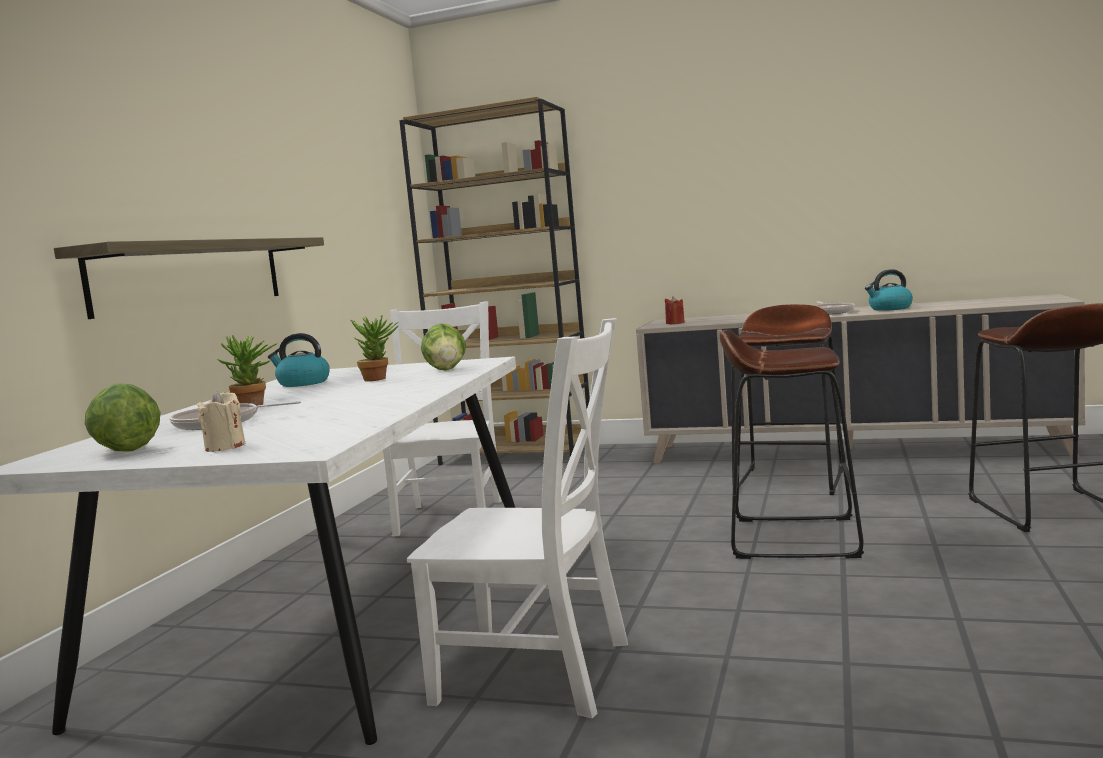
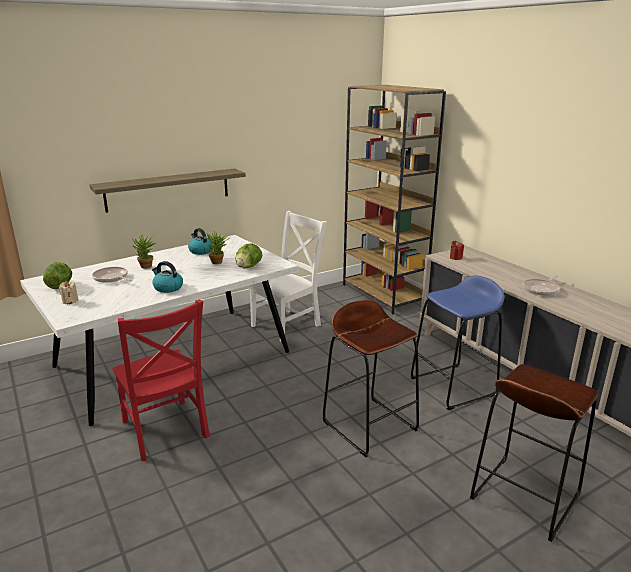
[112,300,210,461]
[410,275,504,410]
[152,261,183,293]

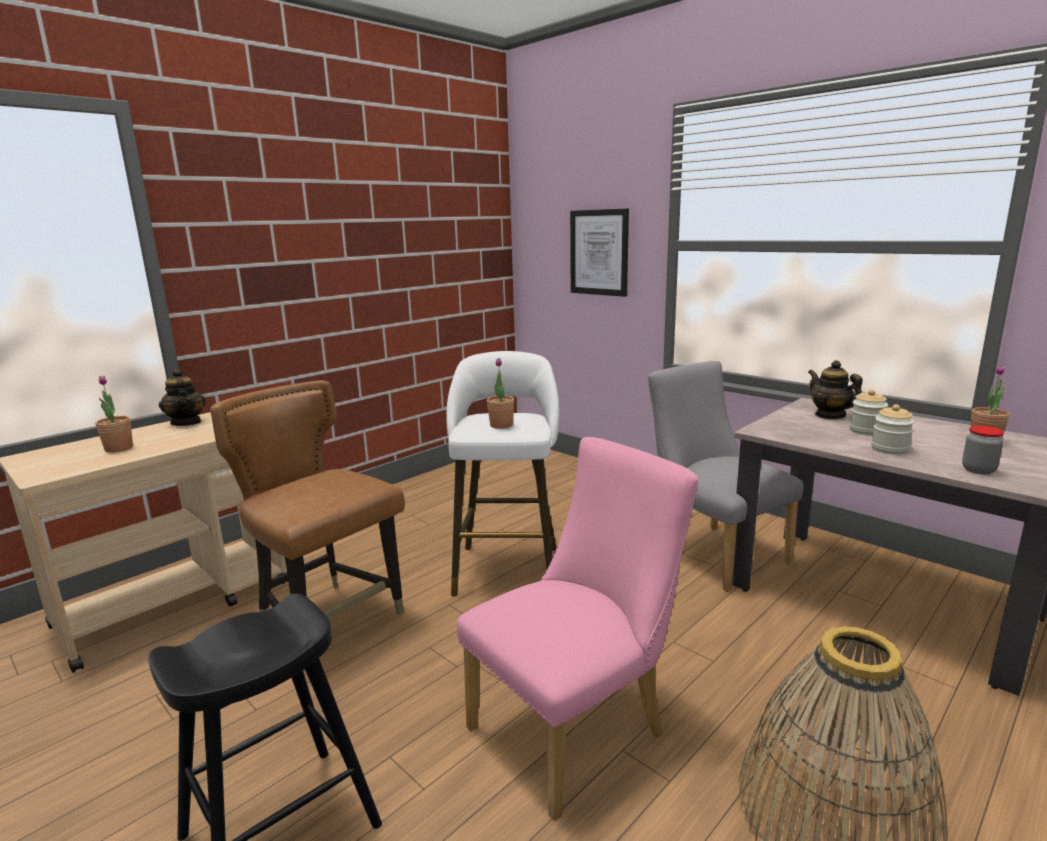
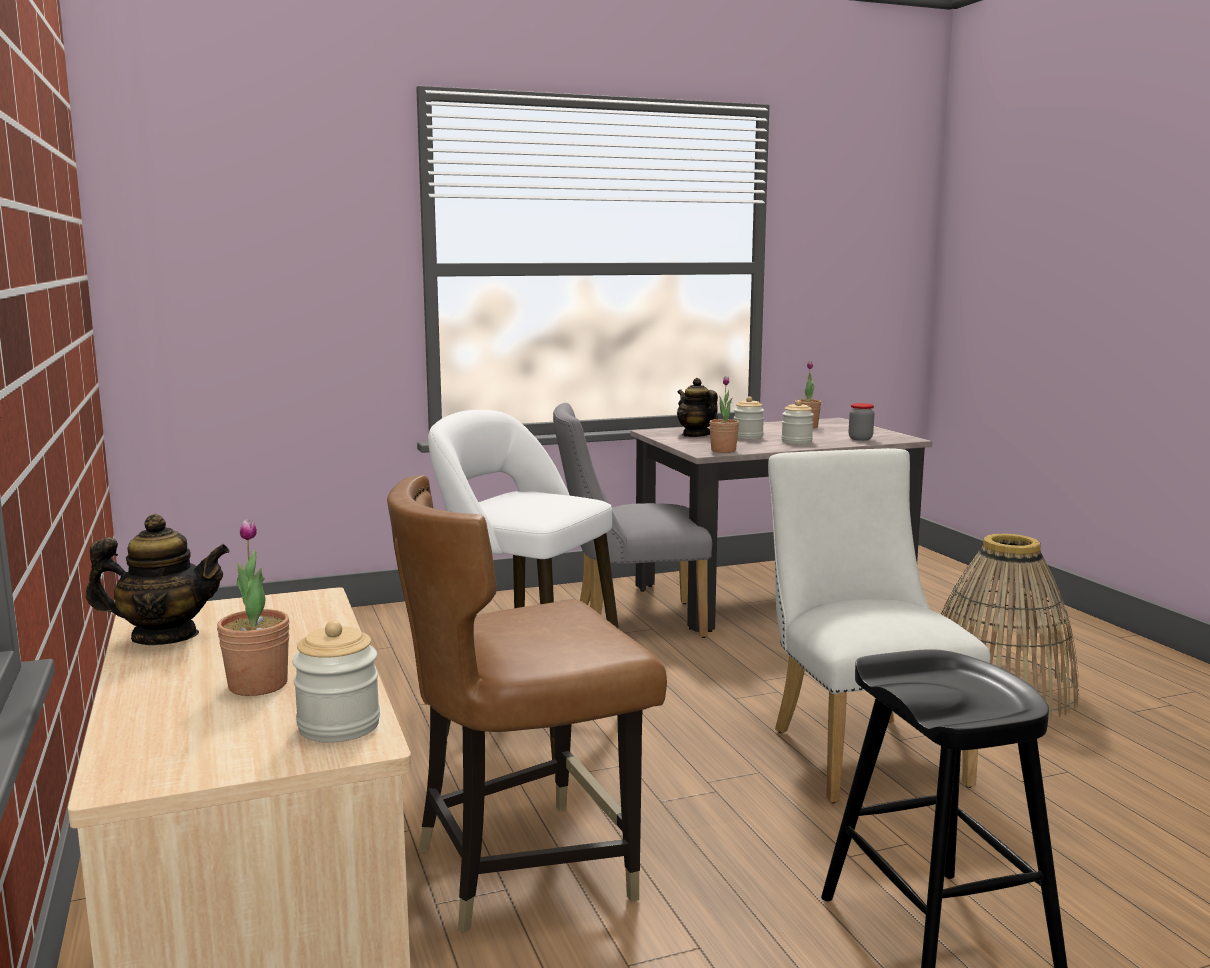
[768,448,991,803]
[709,376,739,453]
[570,209,629,297] (first image)
[677,378,718,437]
[292,621,380,743]

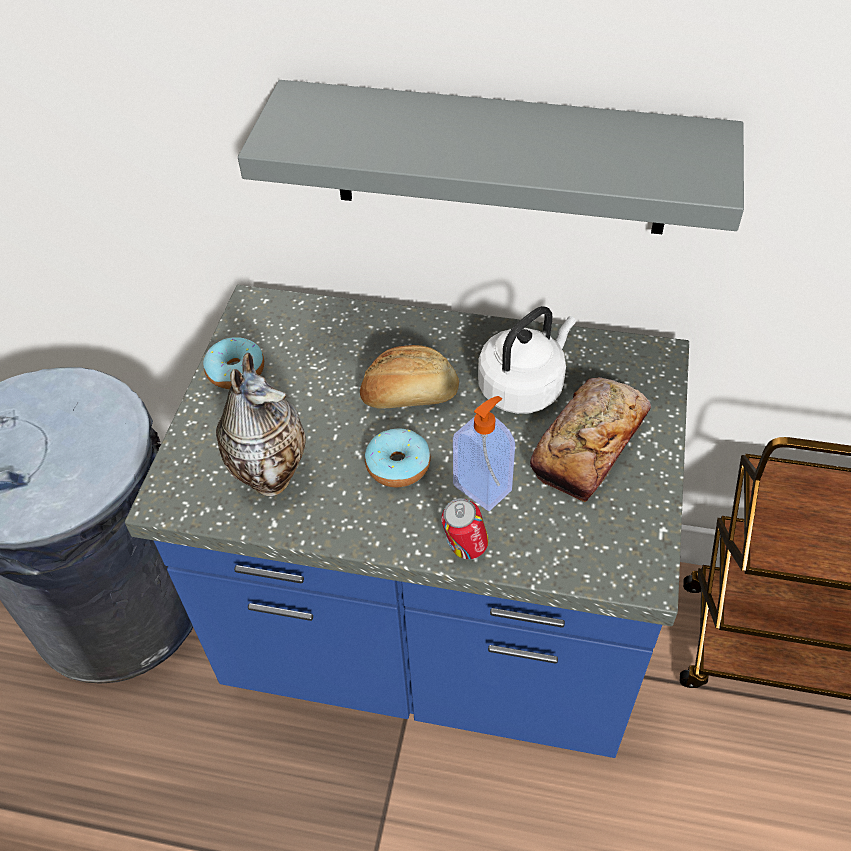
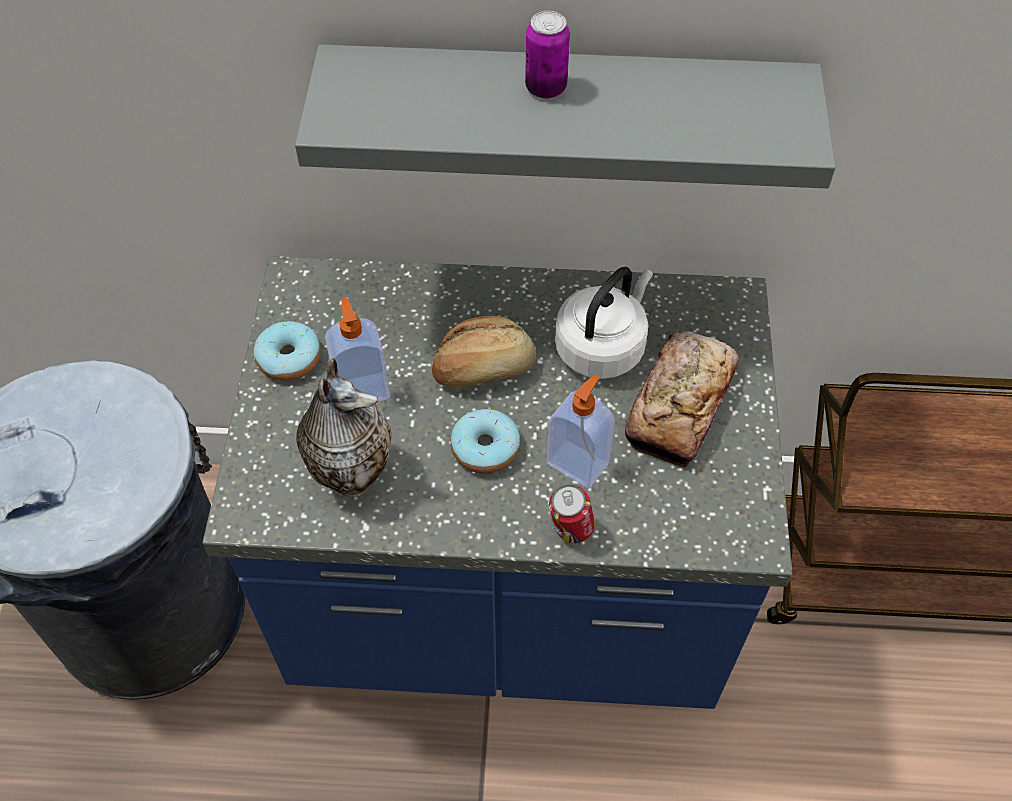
[325,297,390,402]
[525,11,570,99]

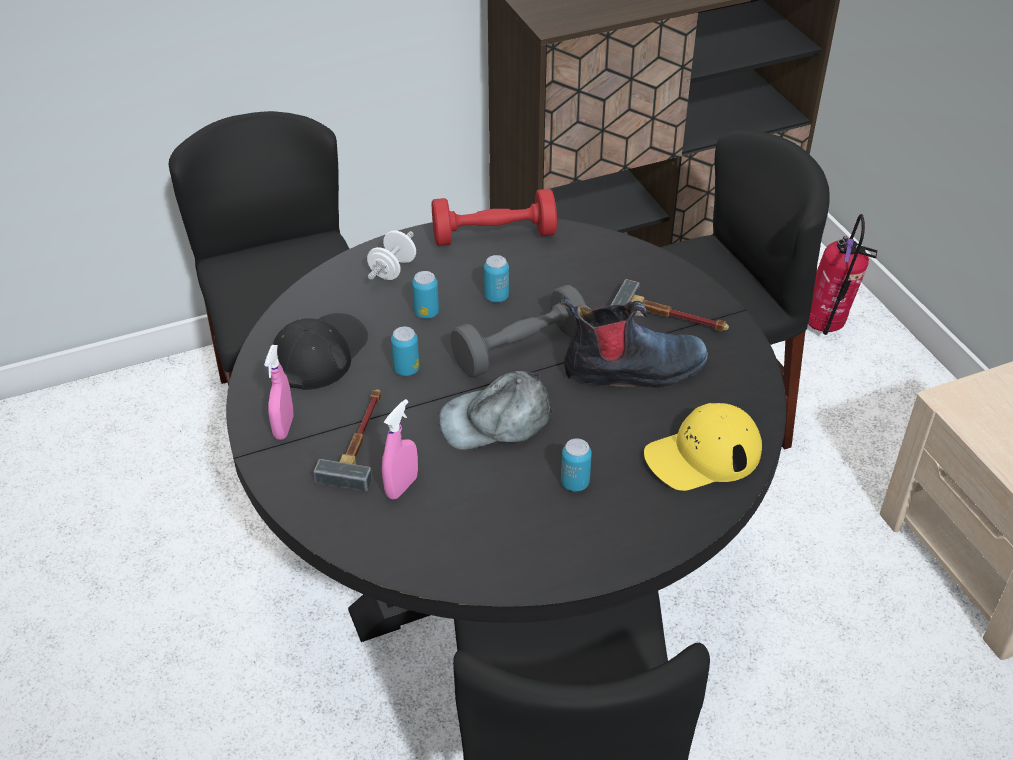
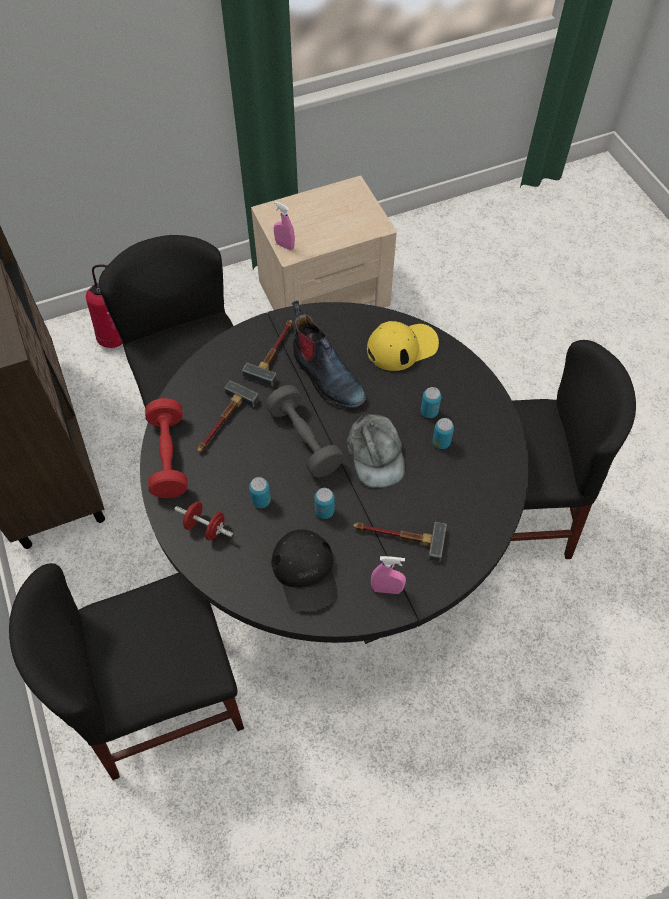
[272,529,338,612]
[175,502,233,540]
[274,201,295,250]
[433,418,454,449]
[292,300,367,409]
[367,321,439,371]
[198,381,259,452]

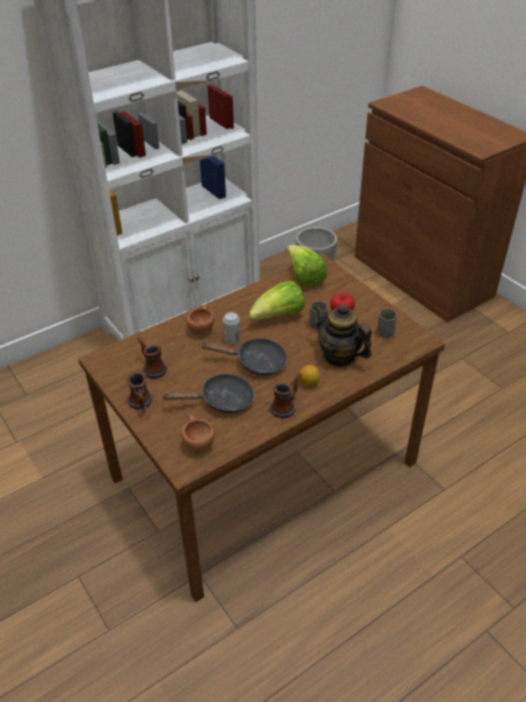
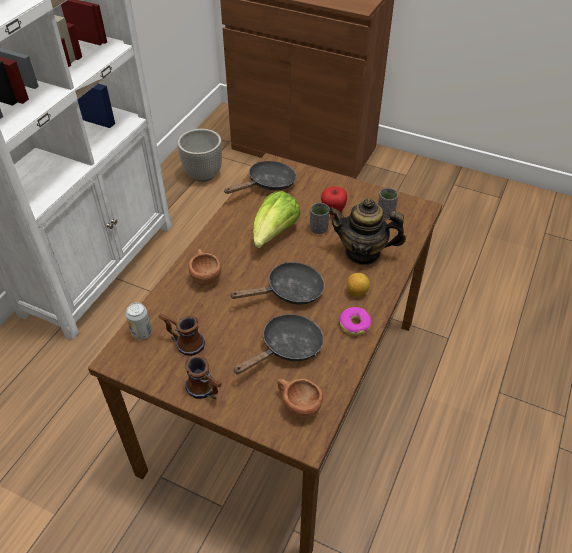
[126,302,152,340]
[339,307,372,336]
[224,161,296,194]

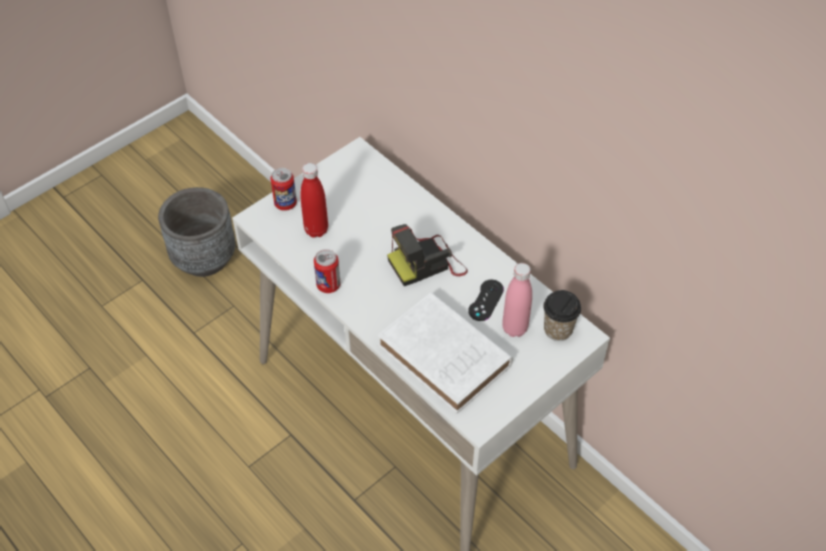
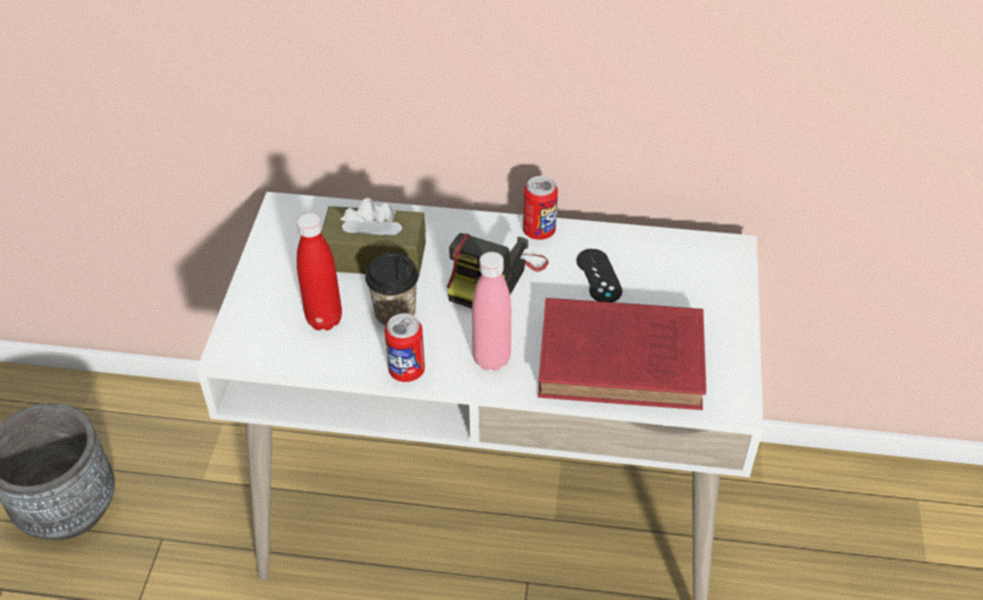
[523,176,558,240]
[538,298,706,410]
[472,252,511,371]
[365,252,419,326]
[321,198,426,275]

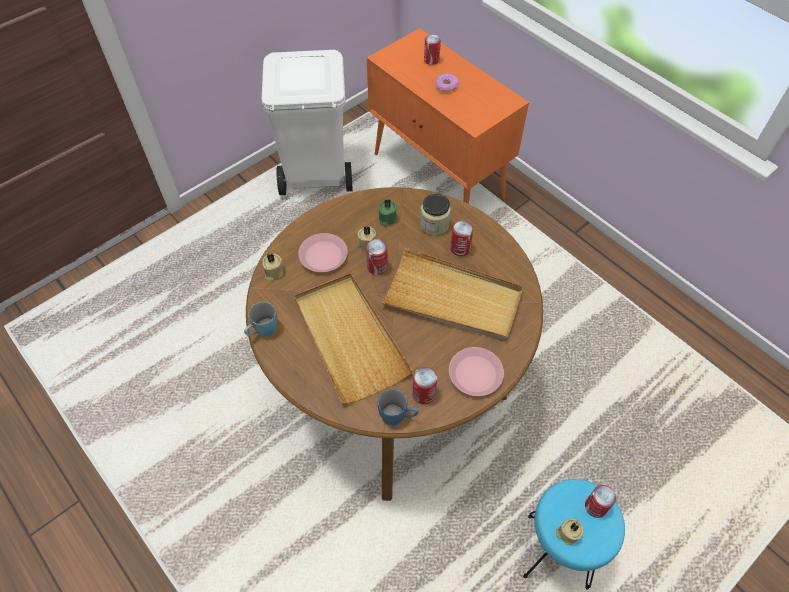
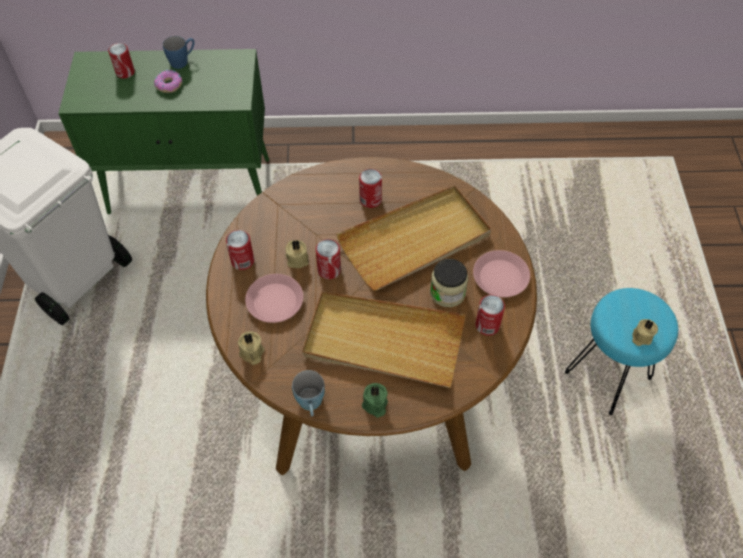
[58,49,269,214]
[163,36,194,69]
[362,383,388,418]
[430,259,468,307]
[226,230,254,270]

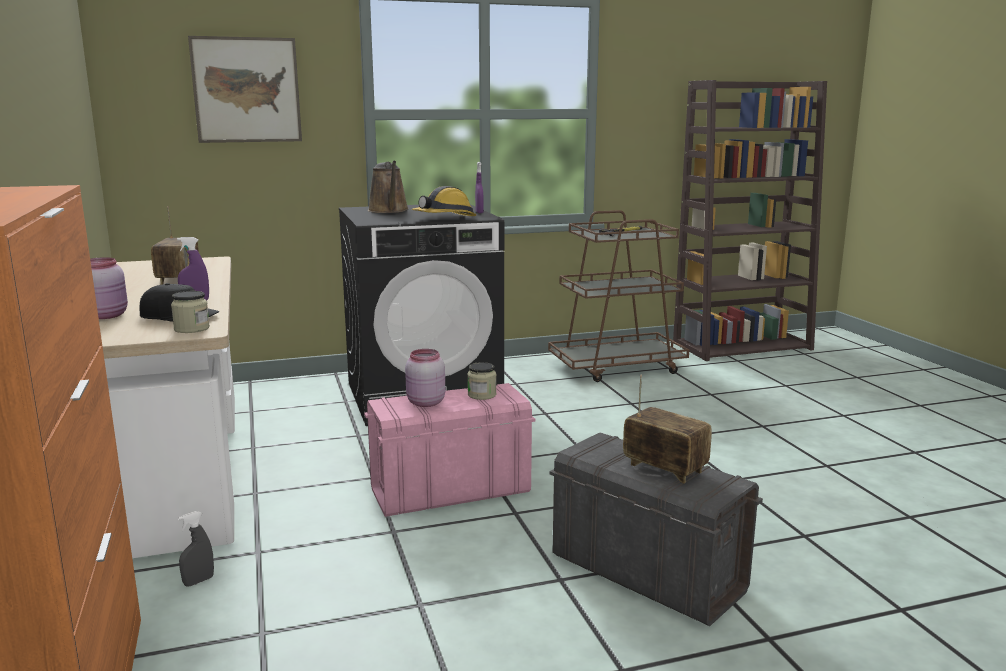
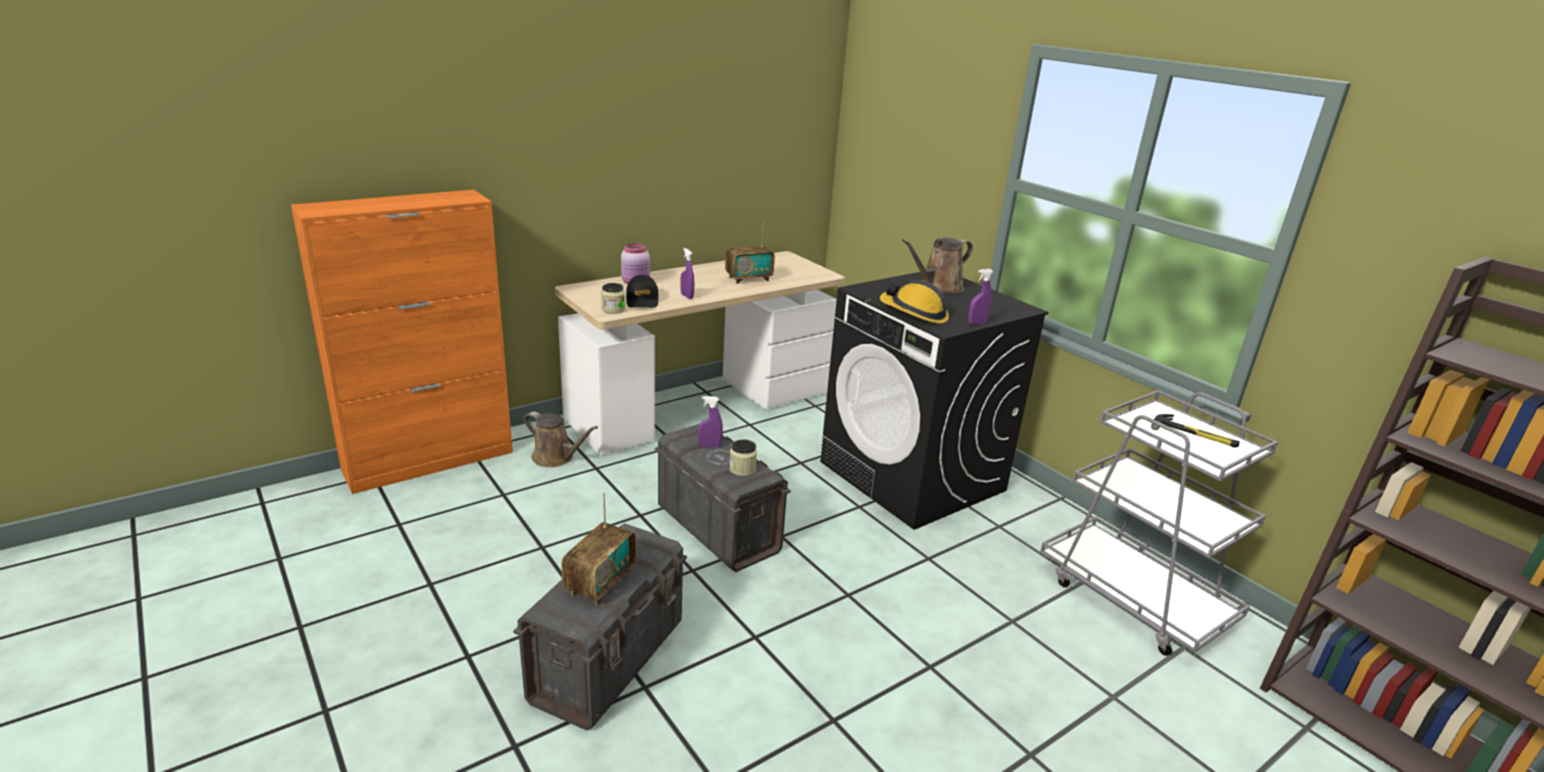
[524,412,598,467]
[188,36,302,143] (first image)
[655,424,791,572]
[698,396,723,448]
[1040,390,1278,656]

